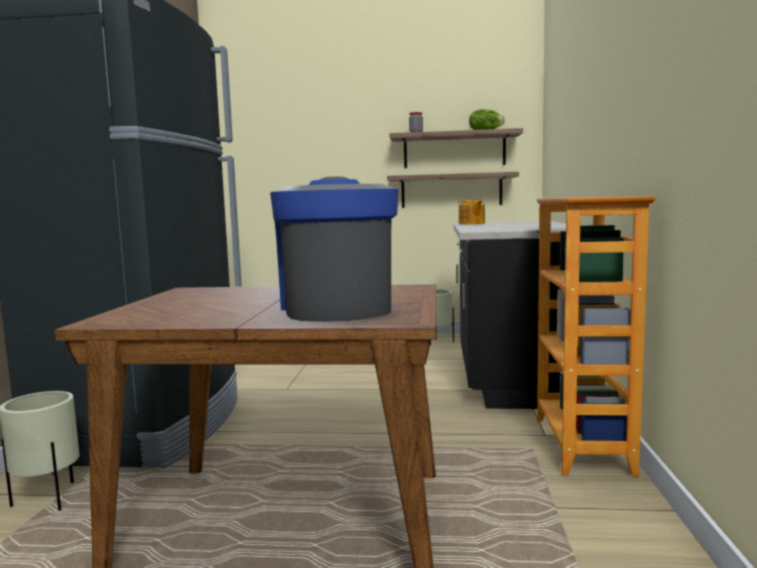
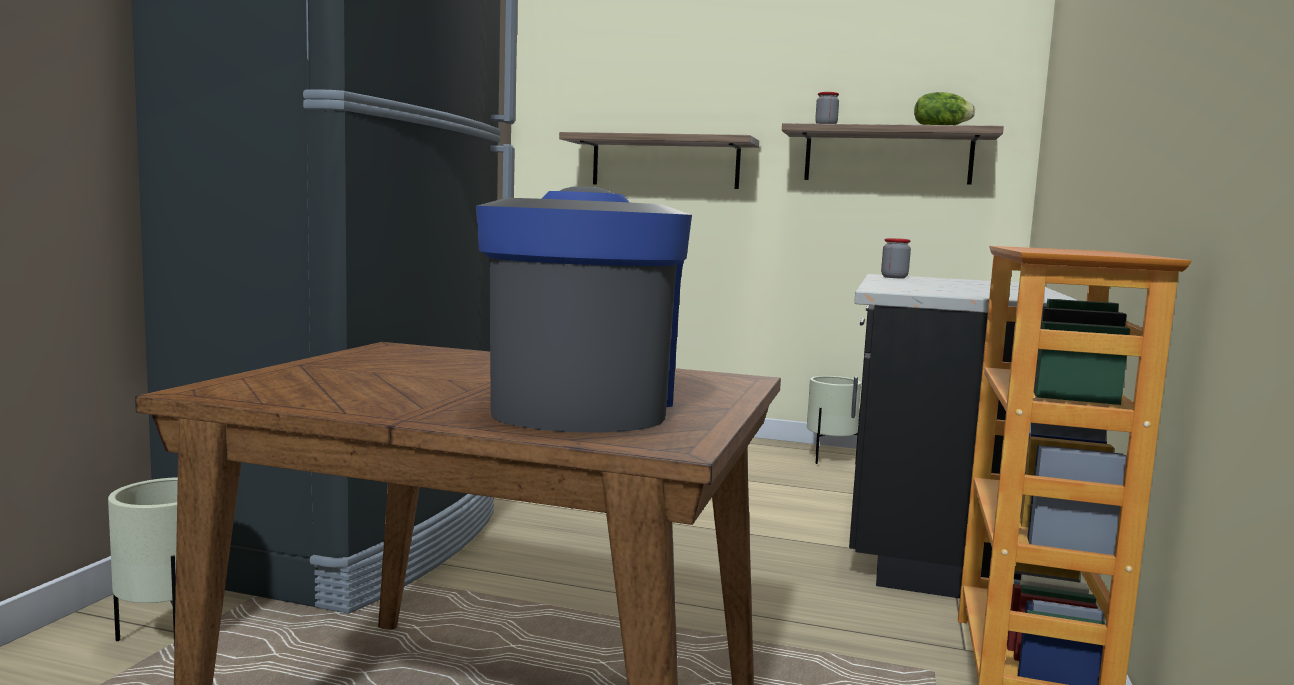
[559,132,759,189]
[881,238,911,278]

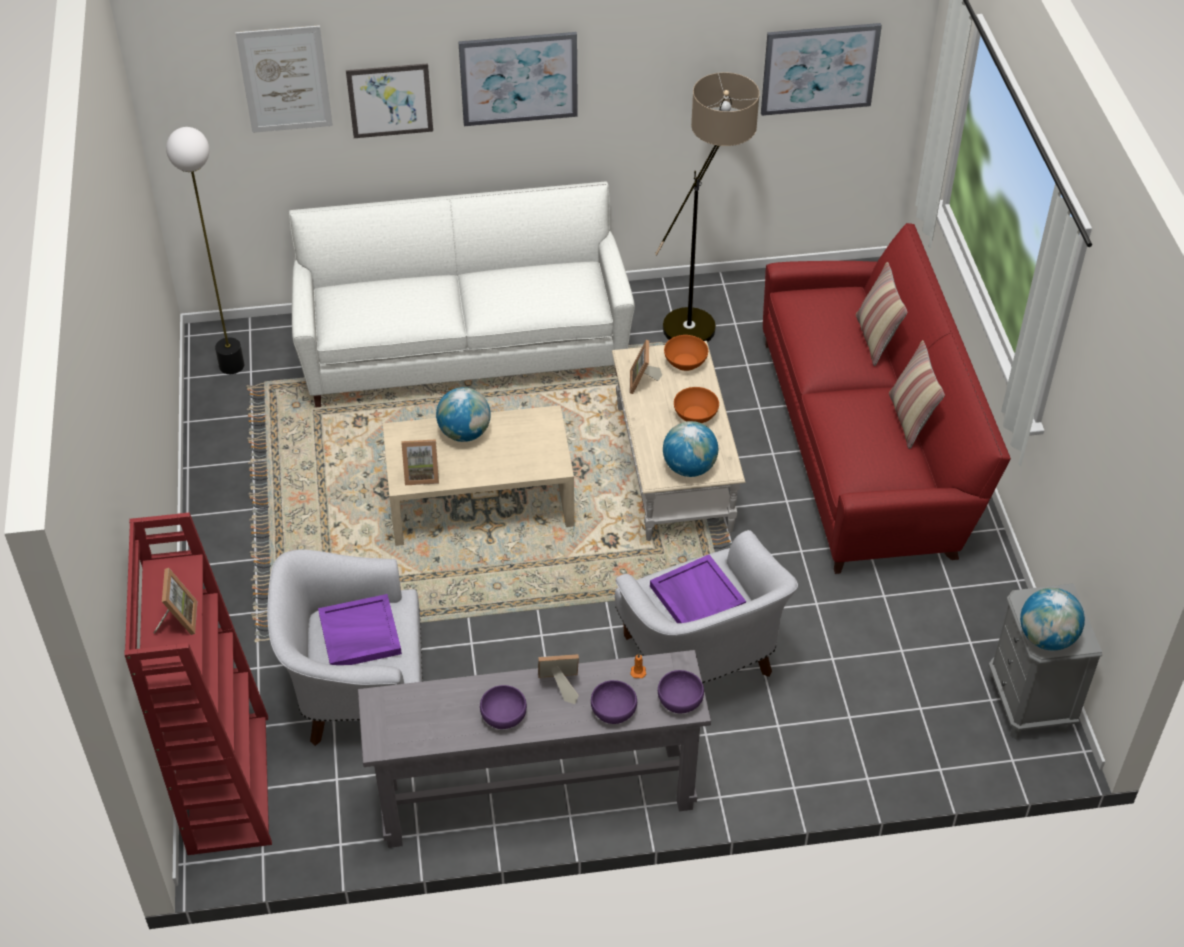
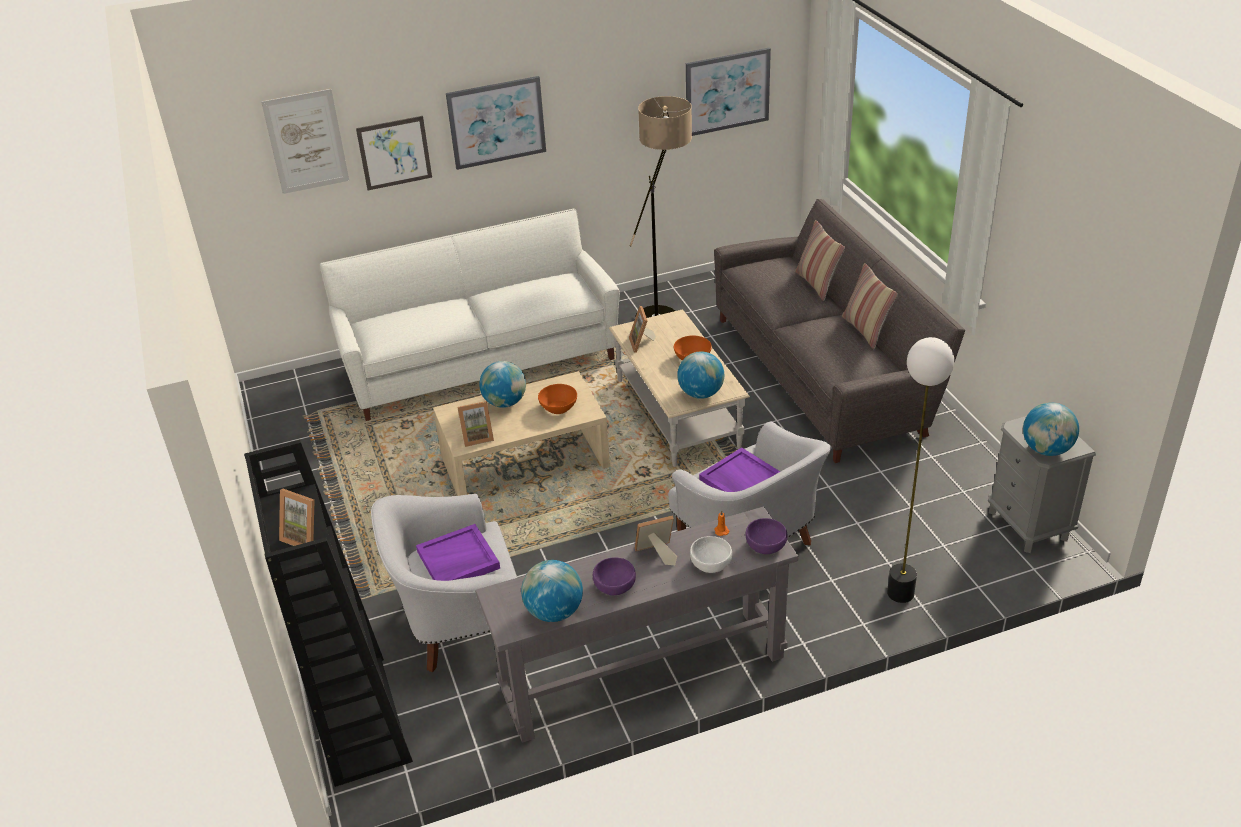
[244,440,413,787]
[279,489,315,546]
[887,337,954,603]
[690,536,732,573]
[538,384,577,414]
[714,199,965,463]
[521,560,583,622]

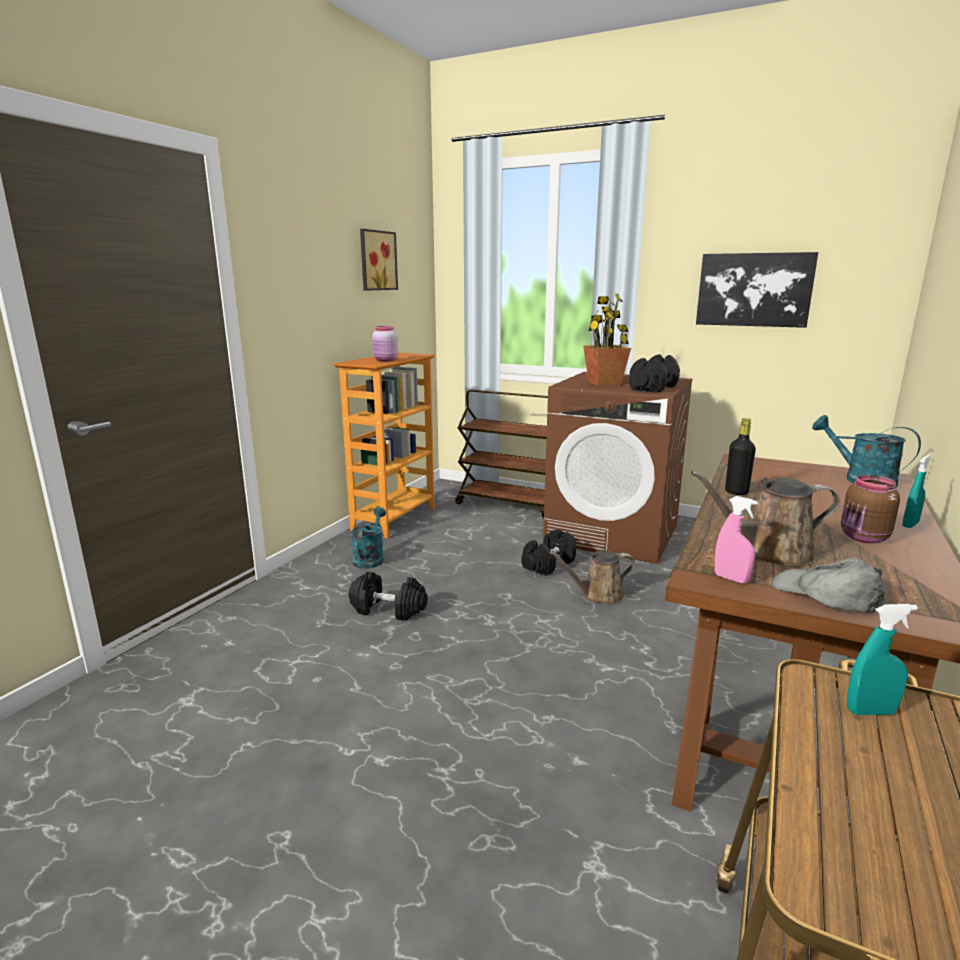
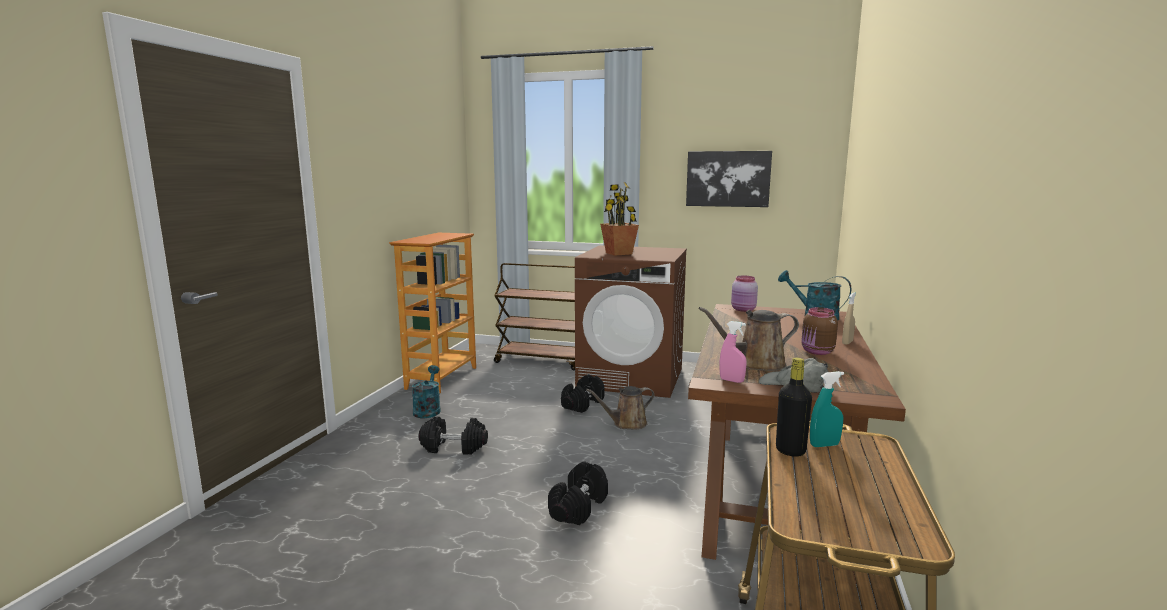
[360,229,398,290] (first image)
[731,276,758,312]
[548,461,608,525]
[776,358,812,457]
[842,292,856,345]

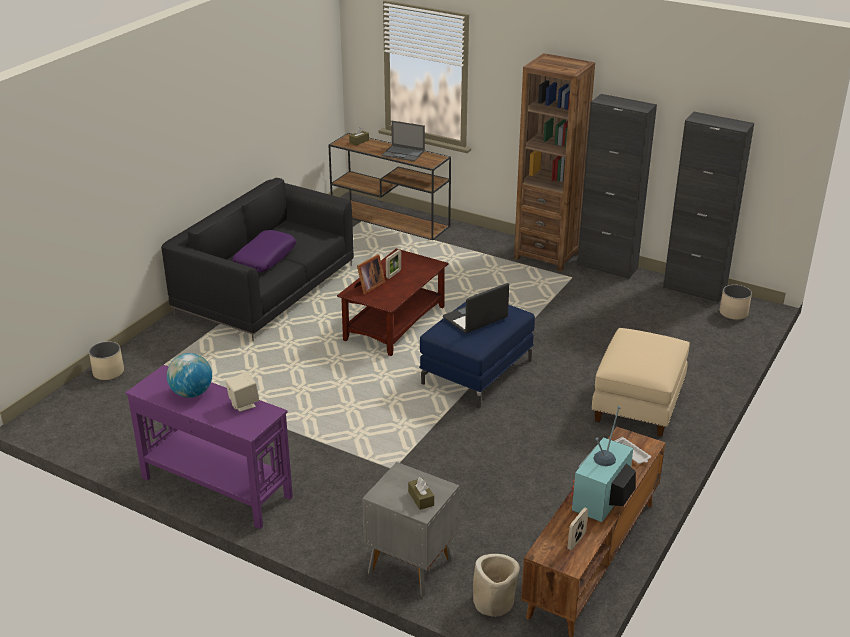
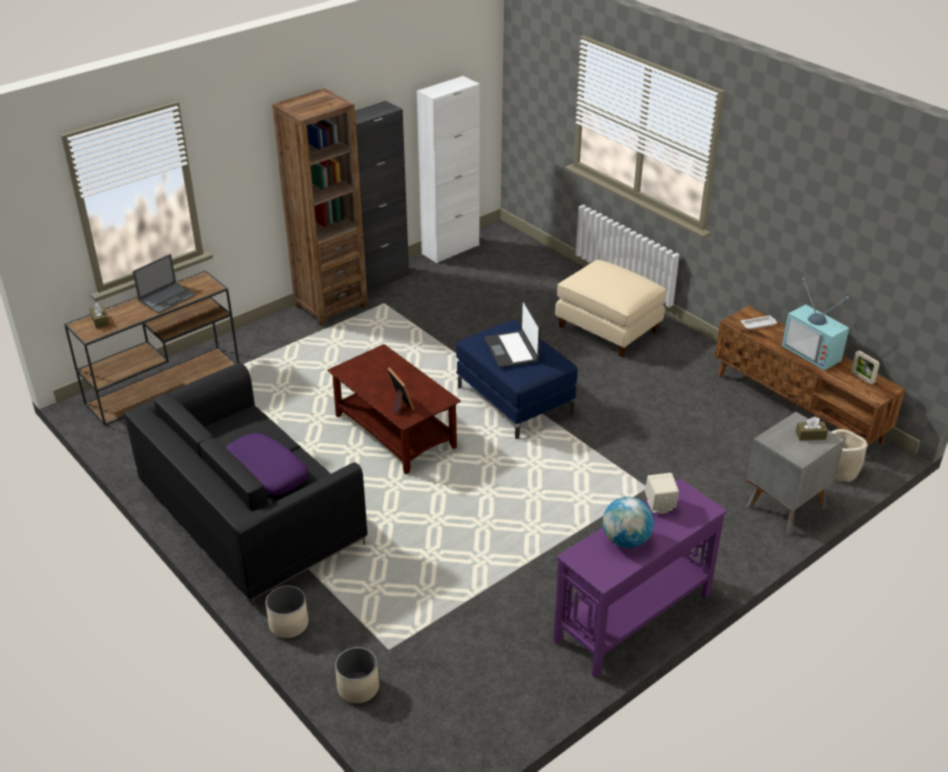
[386,250,401,279] (first image)
[417,76,480,263]
[266,586,308,638]

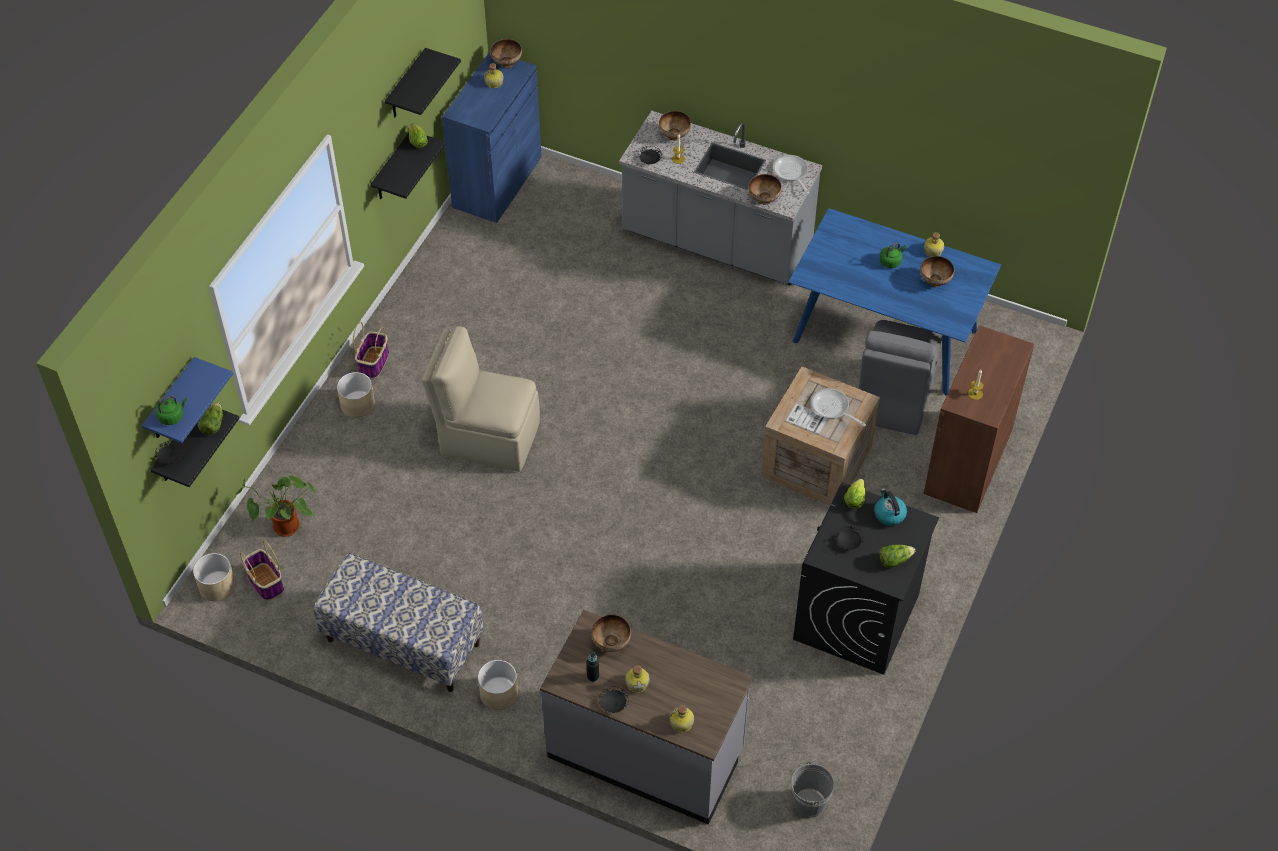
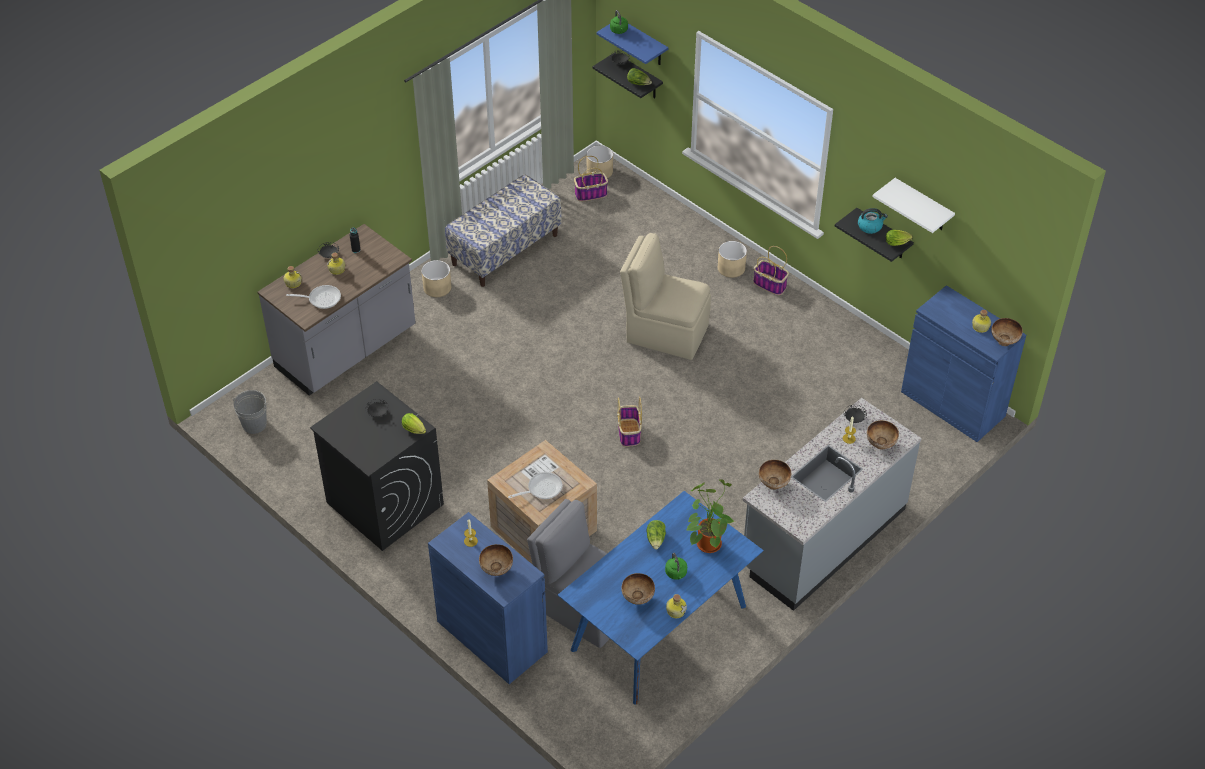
[687,479,735,553]
[872,178,955,233]
[620,233,711,360]
[479,544,513,576]
[286,285,341,309]
[858,208,888,234]
[647,520,666,549]
[428,512,548,684]
[617,397,642,447]

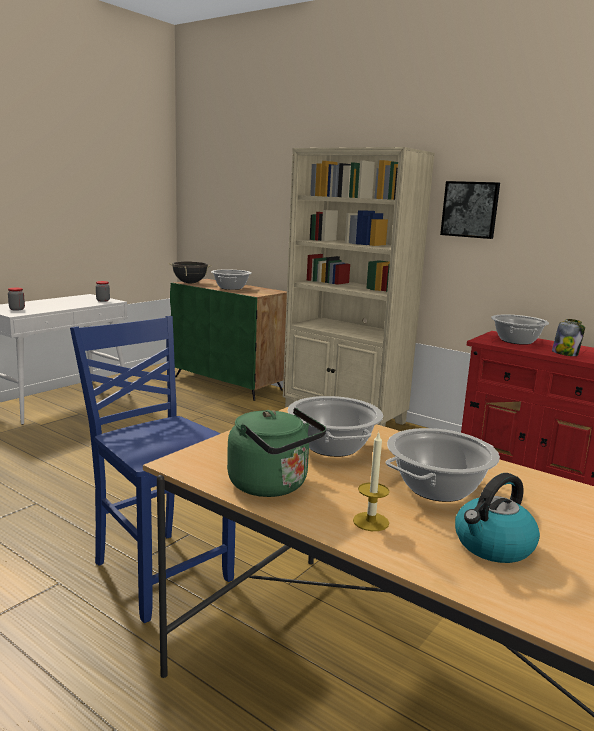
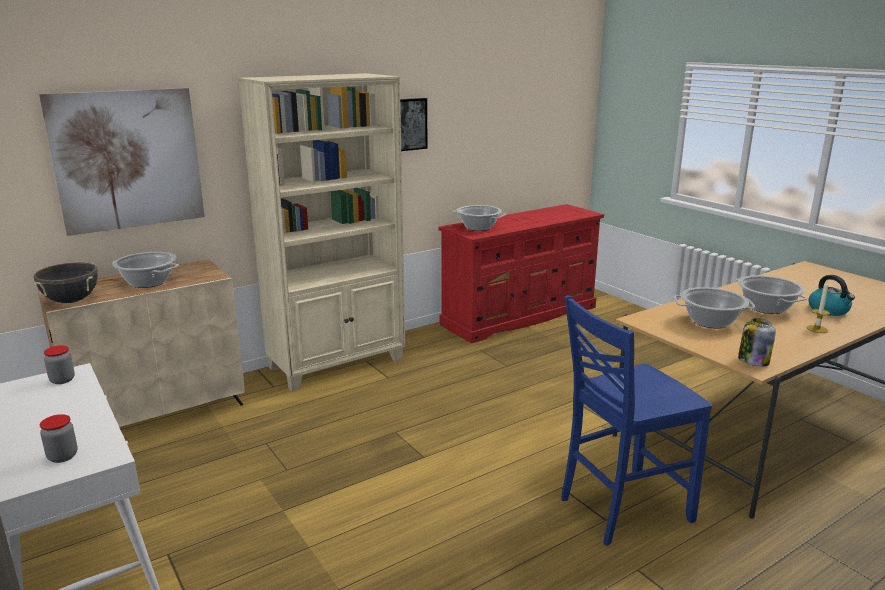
[37,259,245,427]
[227,408,326,497] (first image)
[738,318,776,367]
[39,88,205,236]

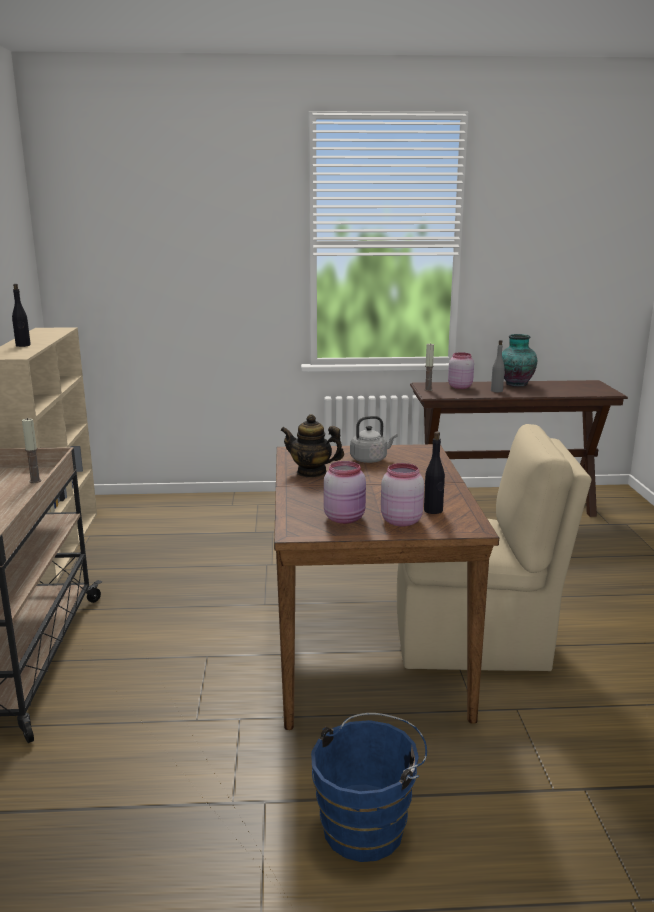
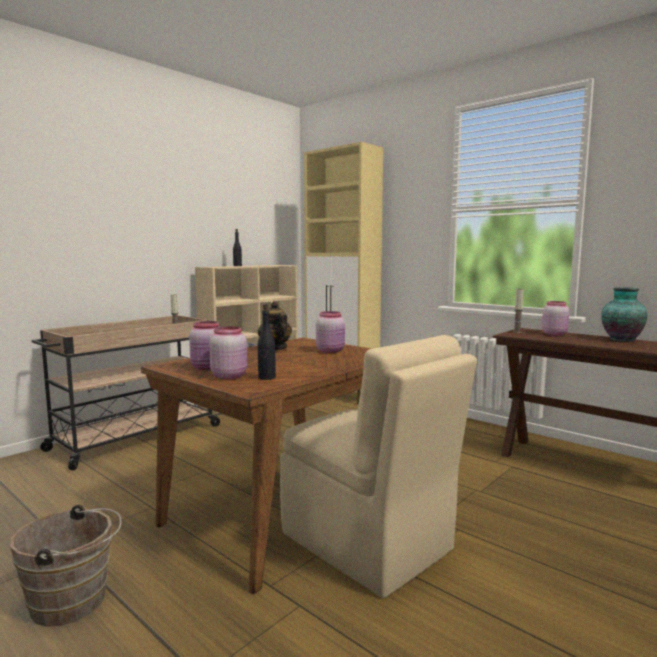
[10,505,121,627]
[316,311,345,353]
[491,340,505,392] (first image)
[304,142,383,404]

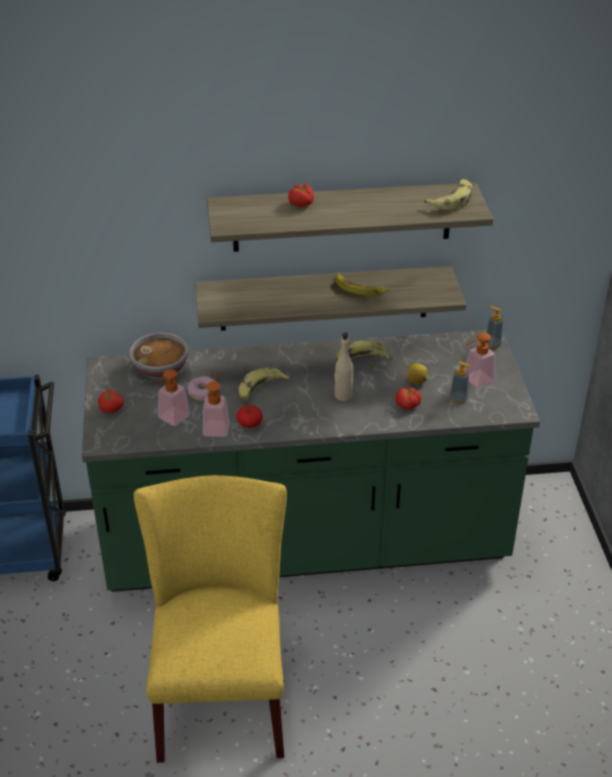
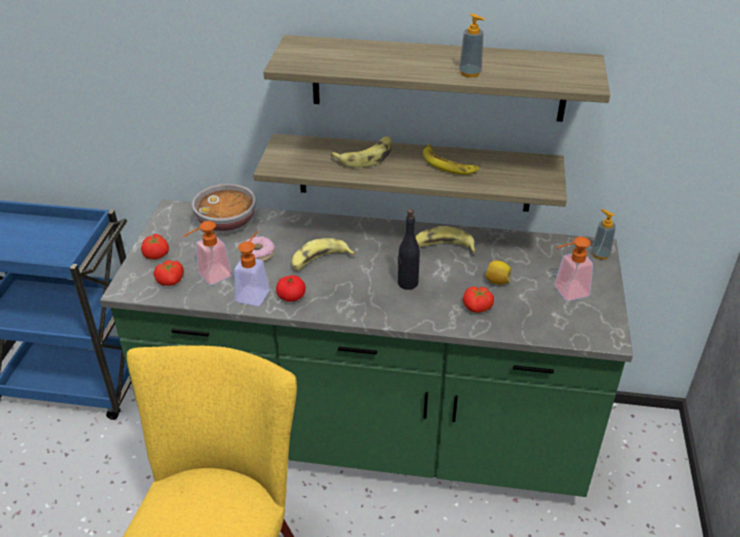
[154,260,184,286]
[398,209,420,290]
[331,137,392,167]
[459,13,485,77]

